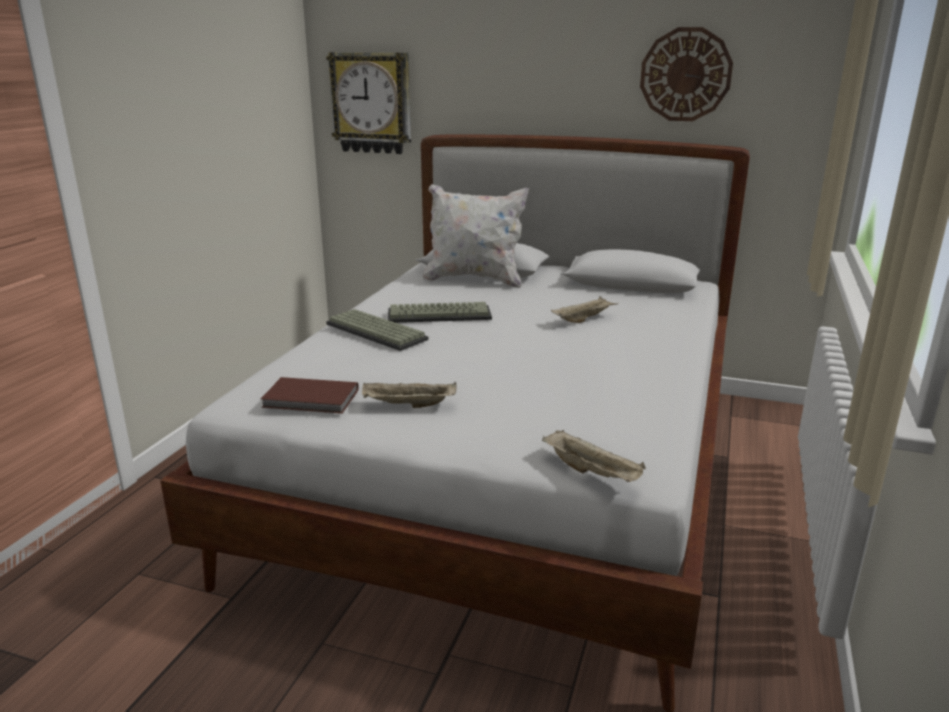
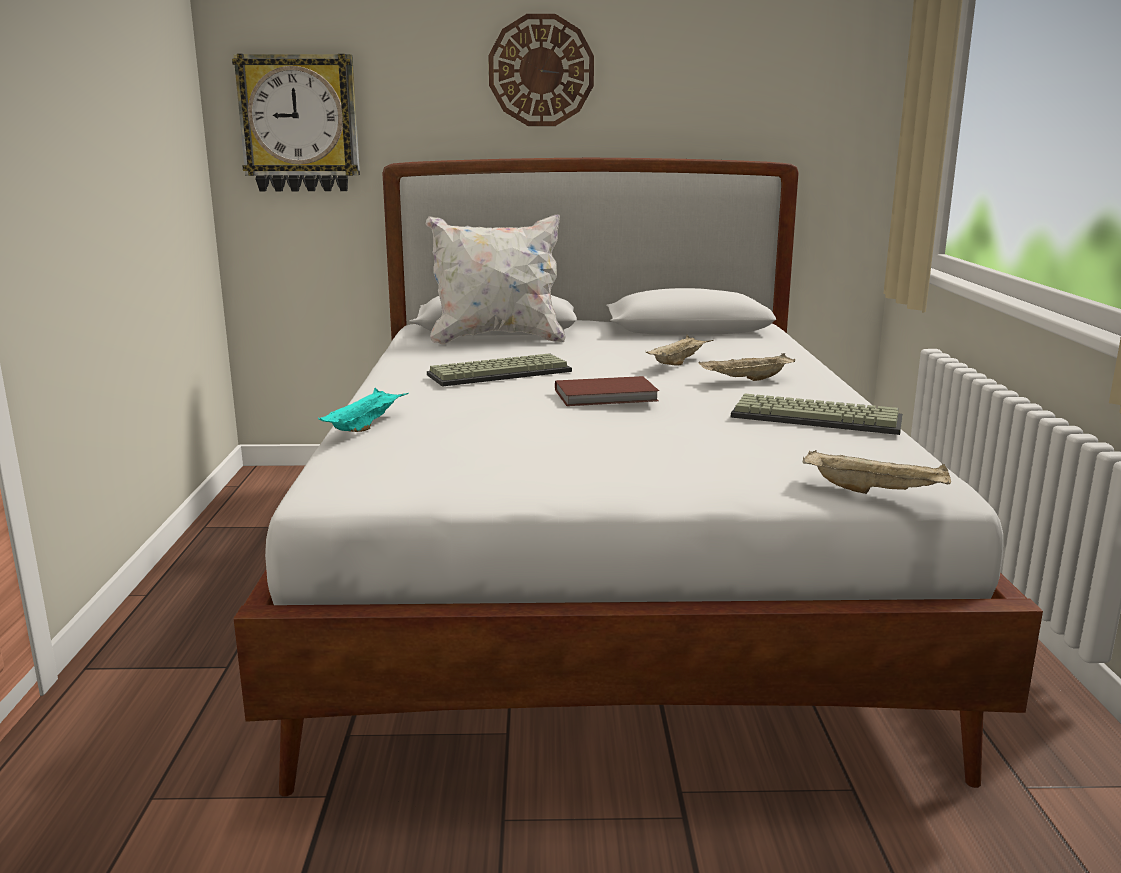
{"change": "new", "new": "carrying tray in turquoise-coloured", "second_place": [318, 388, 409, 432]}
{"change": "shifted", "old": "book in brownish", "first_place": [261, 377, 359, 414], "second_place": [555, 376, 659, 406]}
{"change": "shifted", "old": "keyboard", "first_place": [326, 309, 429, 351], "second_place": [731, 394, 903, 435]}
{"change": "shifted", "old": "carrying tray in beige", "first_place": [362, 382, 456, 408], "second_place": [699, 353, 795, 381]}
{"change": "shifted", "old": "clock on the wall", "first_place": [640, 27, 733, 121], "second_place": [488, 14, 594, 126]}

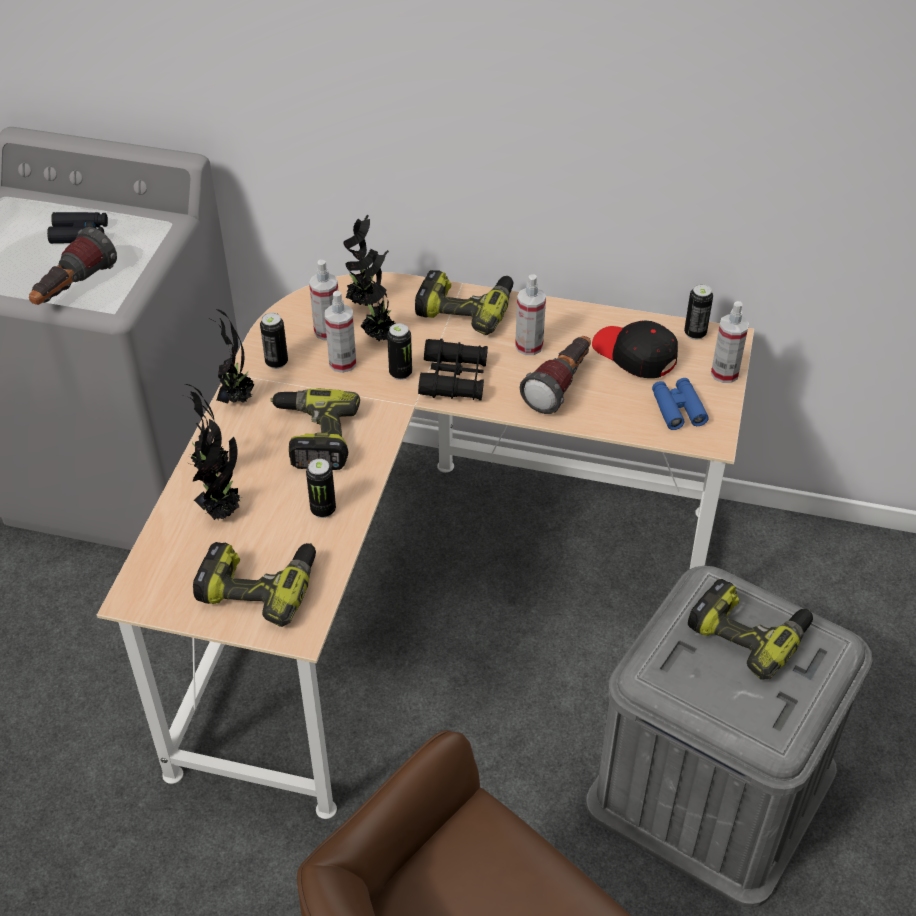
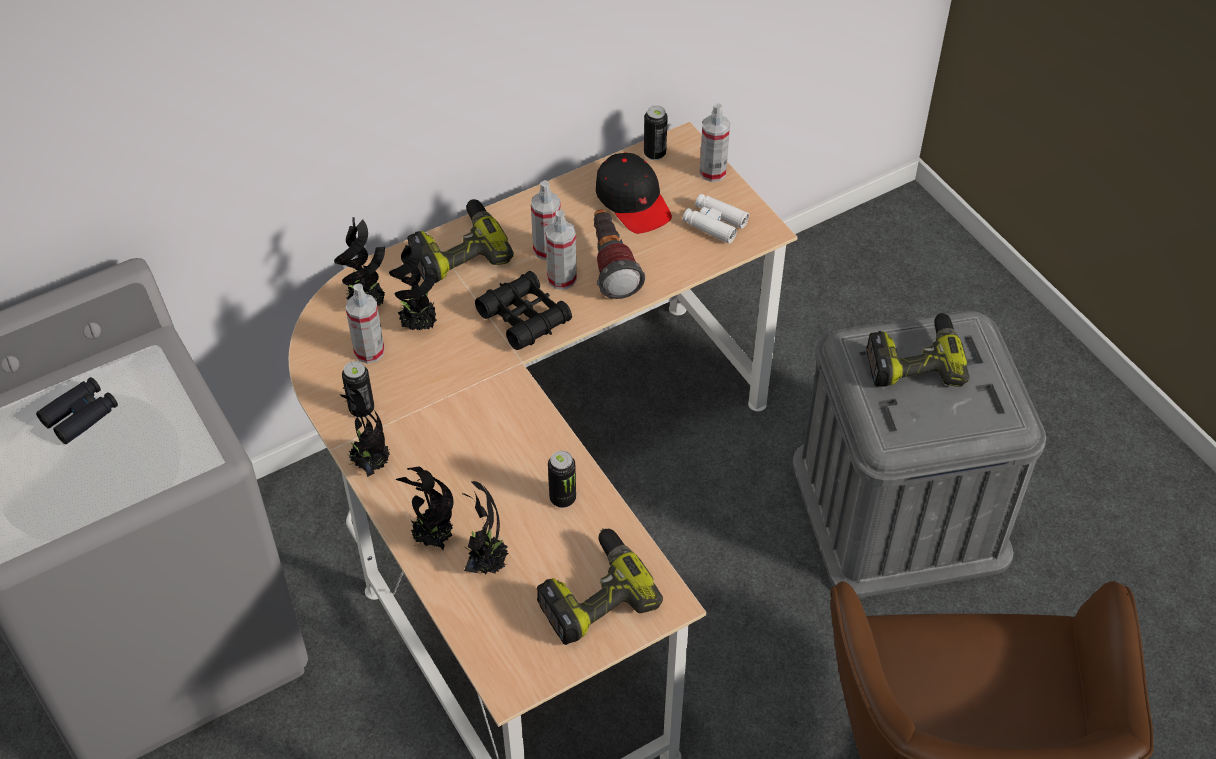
{"change": "gone", "old": "flashlight", "first_place": [29, 227, 117, 305]}
{"change": "gone", "old": "electric drill", "first_place": [270, 389, 360, 470]}
{"change": "gone", "old": "can", "first_place": [387, 323, 412, 380]}
{"change": "shifted", "old": "sprayer", "first_place": [325, 291, 356, 373], "second_place": [545, 210, 577, 290]}
{"change": "repainted", "old": "field glasses in blue", "new": "field glasses in white", "first_place": [652, 378, 709, 430], "second_place": [683, 194, 749, 244]}
{"change": "rotated", "old": "cap in blackish", "first_place": [592, 321, 678, 378], "second_place": [596, 152, 672, 234], "degrees": -120}

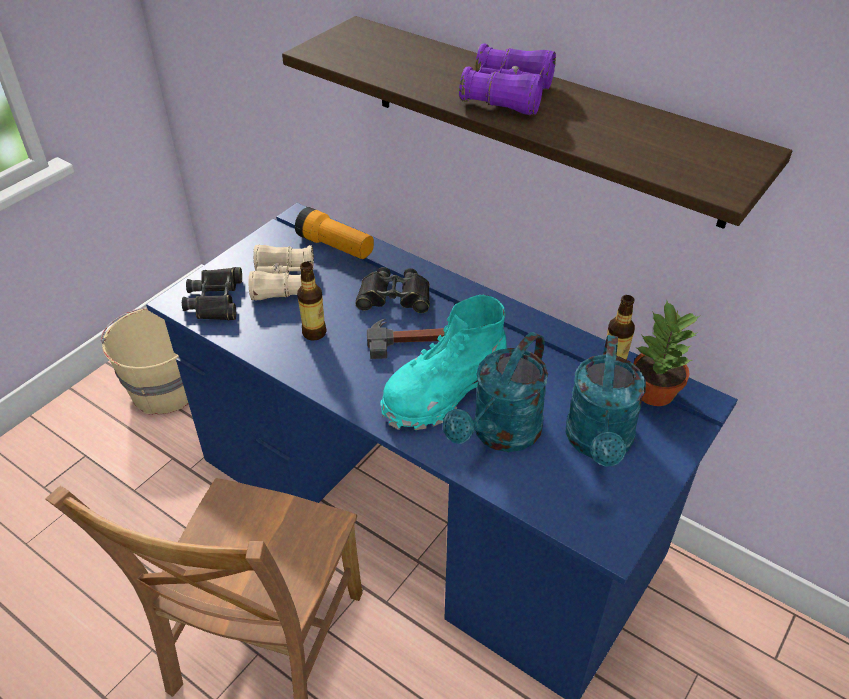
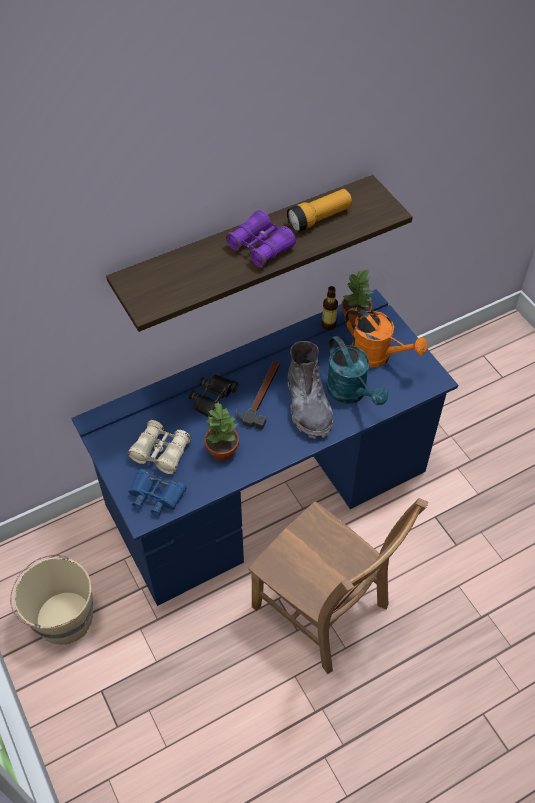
{"change": "shifted", "old": "flashlight", "first_place": [295, 207, 374, 259], "second_place": [287, 189, 352, 232]}
{"change": "swapped", "old": "bottle", "new": "plant in a pot", "first_place": [297, 262, 327, 341], "second_place": [204, 402, 239, 461]}
{"change": "repainted", "old": "field glasses in blackish", "new": "field glasses in blue", "first_place": [182, 267, 242, 320], "second_place": [128, 469, 187, 516]}
{"change": "repainted", "old": "boot in turquoise-coloured", "new": "boot in grey", "first_place": [380, 295, 507, 430], "second_place": [288, 341, 333, 439]}
{"change": "repainted", "old": "watering pot in turquoise-coloured", "new": "watering pot in orange", "first_place": [565, 335, 646, 467], "second_place": [345, 307, 428, 368]}

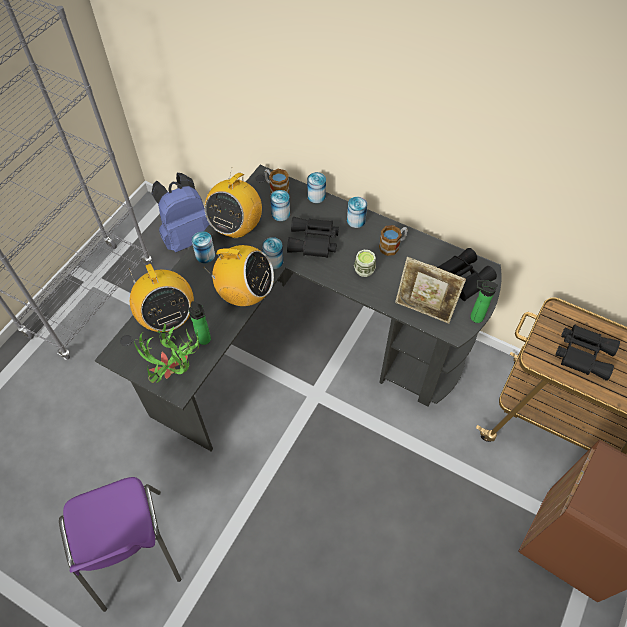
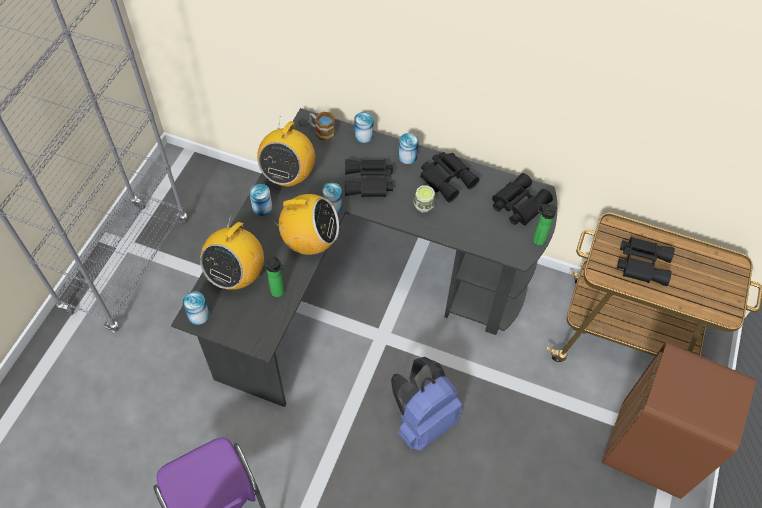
{"change": "gone", "old": "plant in a pot", "first_place": [134, 324, 199, 383]}
{"change": "gone", "old": "picture frame", "first_place": [395, 257, 466, 323]}
{"change": "shifted", "old": "backpack in blue", "first_place": [152, 173, 209, 252], "second_place": [391, 357, 463, 451]}
{"change": "shifted", "old": "can", "first_place": [270, 190, 290, 221], "second_place": [182, 291, 210, 325]}
{"change": "swapped", "old": "coffee mug", "new": "field glasses in blackish", "first_place": [379, 225, 408, 256], "second_place": [420, 152, 480, 202]}
{"change": "rotated", "old": "radio set", "first_place": [129, 264, 194, 332], "second_place": [200, 213, 264, 290], "degrees": 60}

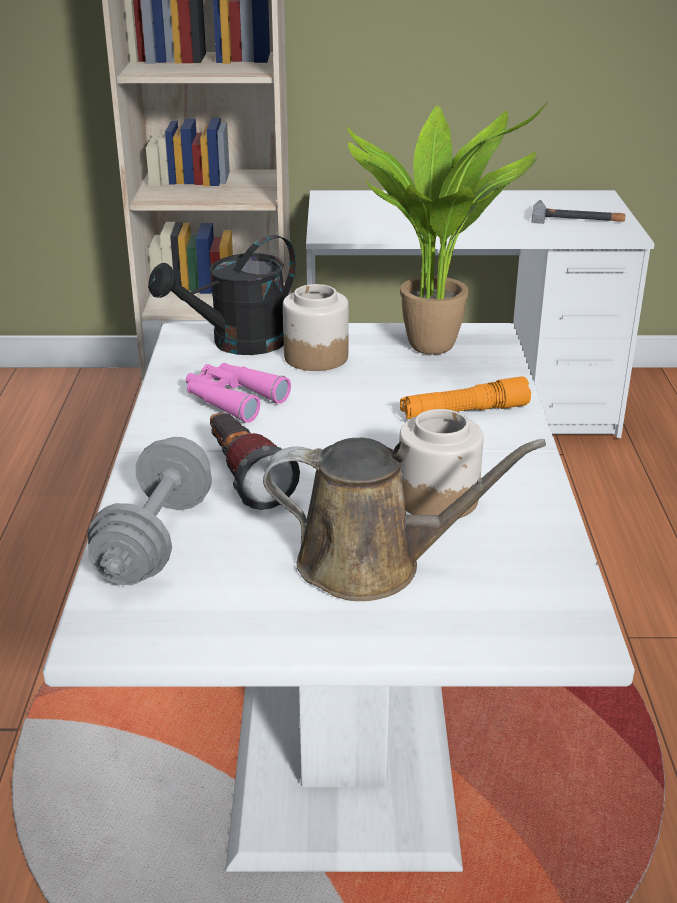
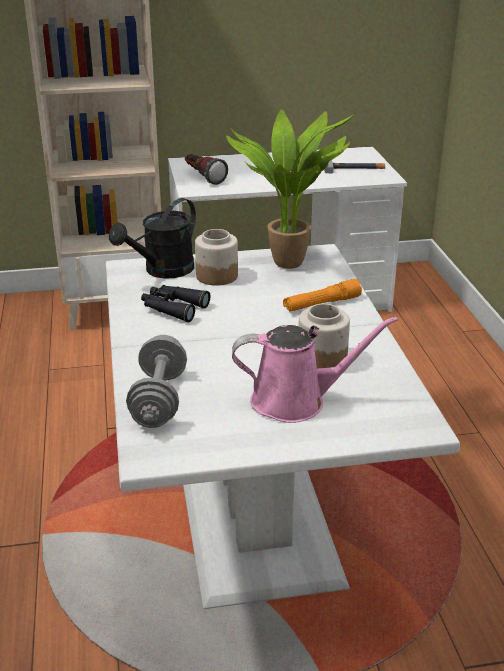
{"change": "shifted", "old": "flashlight", "first_place": [210, 413, 300, 510], "second_place": [185, 154, 228, 185]}
{"change": "repainted", "old": "field glasses in pinkish", "new": "field glasses in blackish", "first_place": [186, 363, 291, 423], "second_place": [141, 285, 210, 322]}
{"change": "repainted", "old": "watering pot in brownish", "new": "watering pot in pinkish", "first_place": [263, 438, 546, 601], "second_place": [232, 317, 398, 423]}

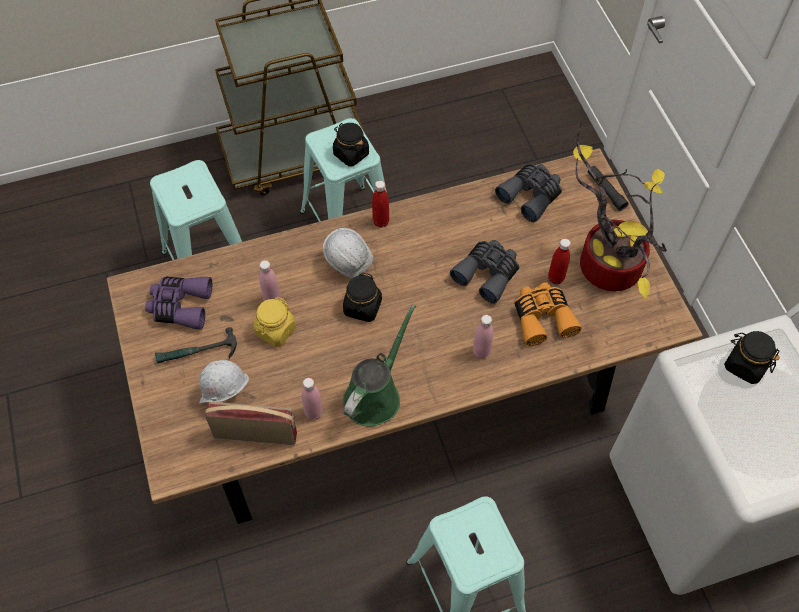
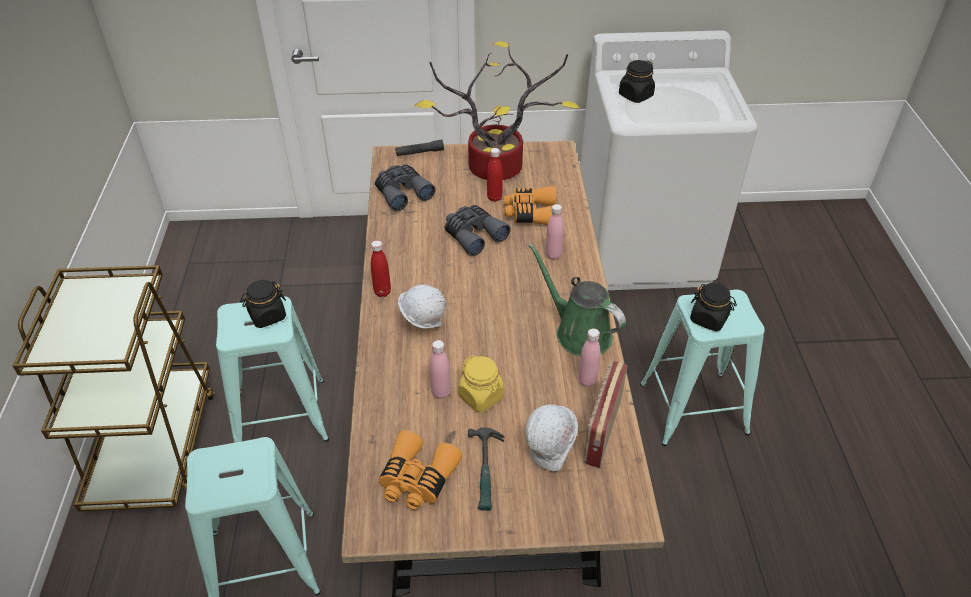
{"change": "shifted", "old": "storage jar in blackish", "first_place": [343, 273, 382, 322], "second_place": [690, 283, 737, 331]}
{"change": "repainted", "old": "field glasses in purplish", "new": "field glasses in orange", "first_place": [145, 277, 212, 330], "second_place": [378, 430, 462, 510]}

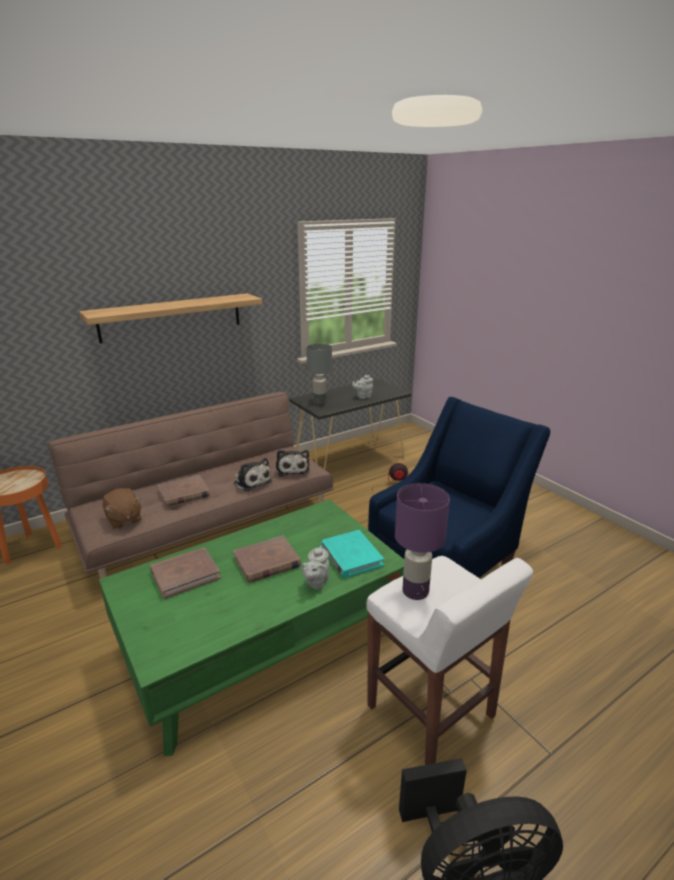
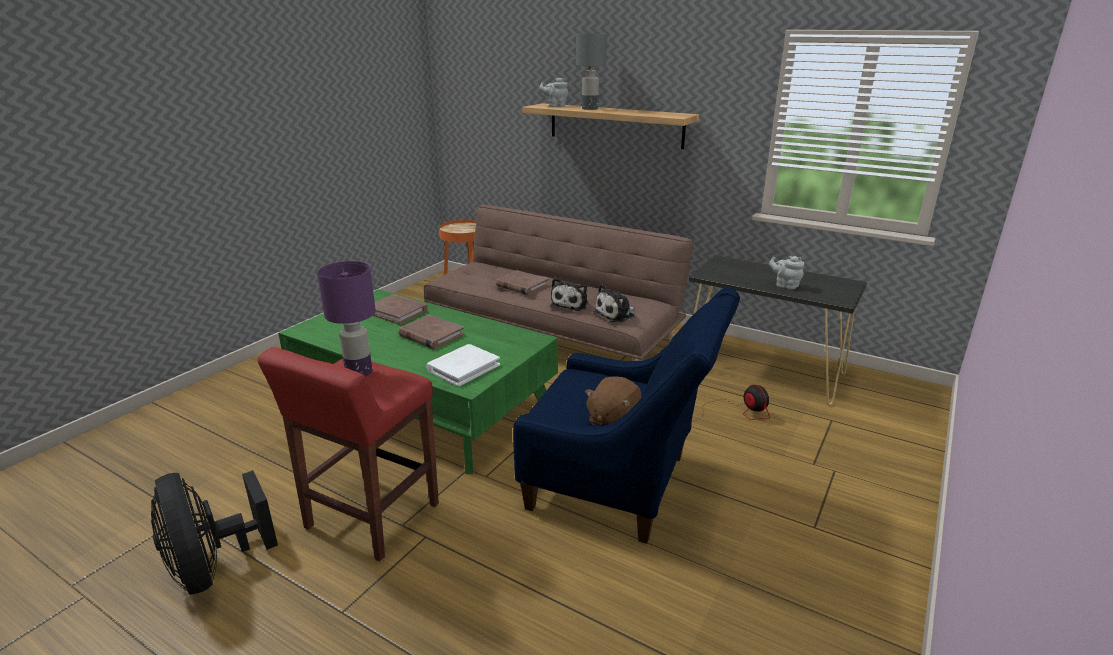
{"change": "shifted", "old": "soft toy in brownish", "first_place": [103, 488, 142, 529], "second_place": [585, 376, 641, 426]}
{"change": "shifted", "old": "pot for tea in grey", "first_place": [301, 546, 330, 590], "second_place": [540, 77, 569, 107]}
{"change": "shifted", "old": "tabletop lamp in grey", "first_place": [306, 344, 332, 405], "second_place": [576, 33, 607, 110]}
{"change": "repainted", "old": "book in turquoise-coloured", "new": "book in white", "first_place": [321, 530, 384, 578], "second_place": [426, 344, 500, 387]}
{"change": "repainted", "old": "sitting stool in white", "new": "sitting stool in reddish", "first_place": [366, 556, 533, 765], "second_place": [258, 347, 439, 562]}

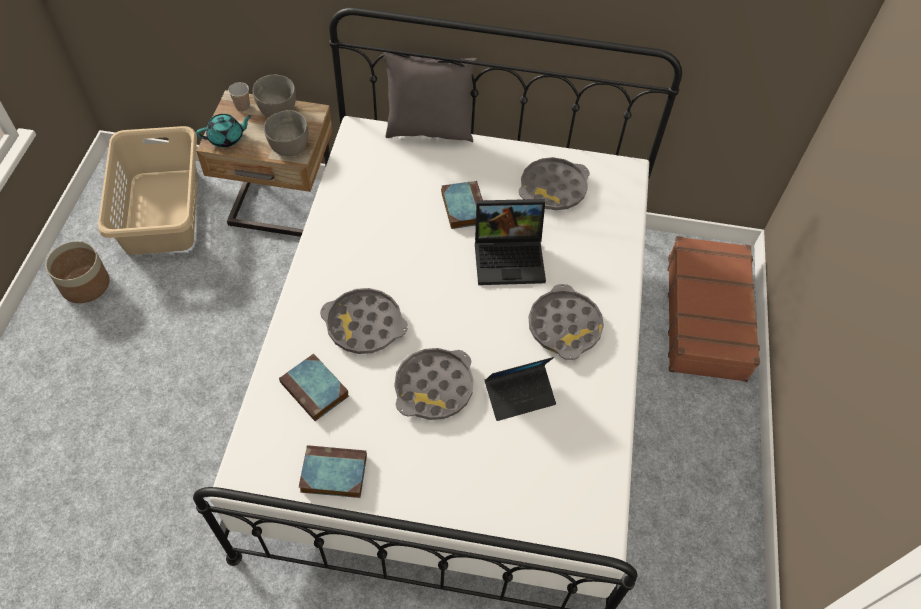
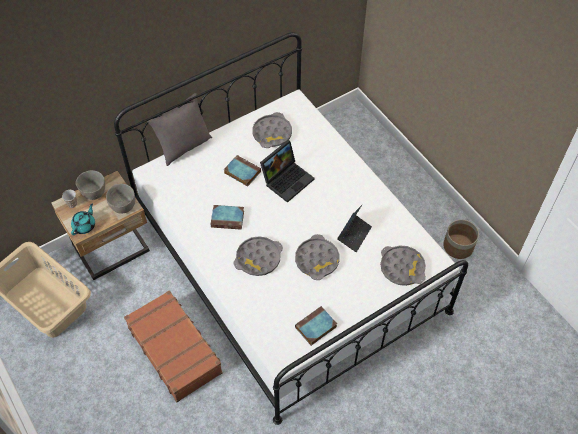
{"change": "shifted", "old": "planter", "first_place": [46, 241, 109, 303], "second_place": [443, 220, 479, 259]}
{"change": "shifted", "old": "book", "first_place": [279, 354, 349, 421], "second_place": [210, 205, 244, 230]}
{"change": "shifted", "old": "carrying tray in grey", "first_place": [528, 284, 604, 360], "second_place": [380, 245, 426, 286]}
{"change": "shifted", "old": "suitcase in brownish", "first_place": [668, 236, 760, 382], "second_place": [124, 290, 222, 402]}

